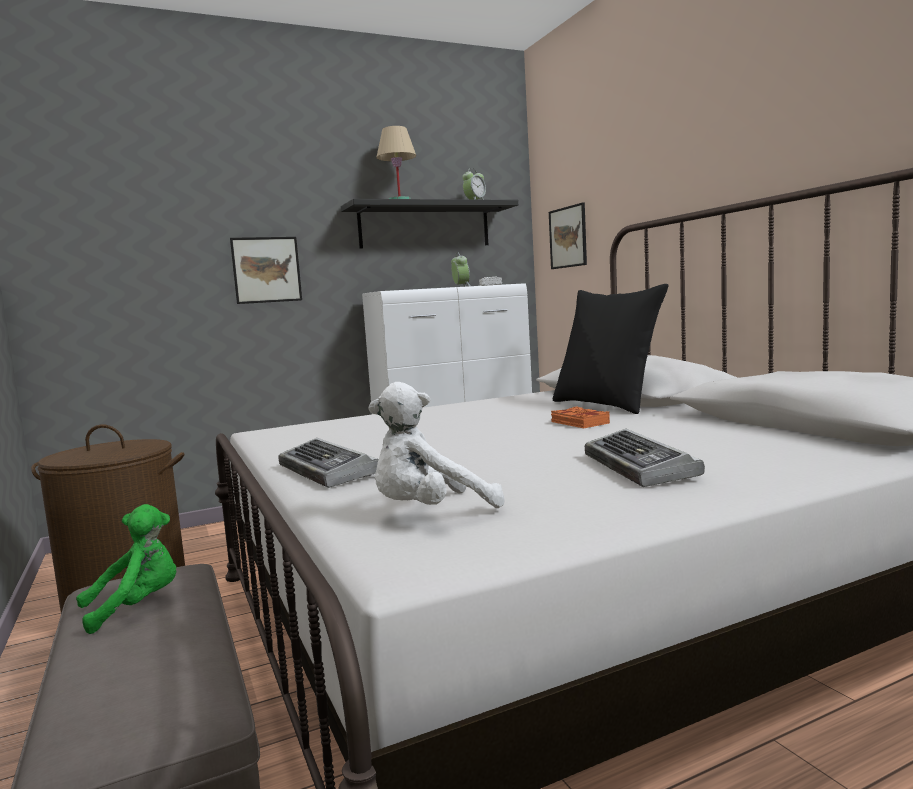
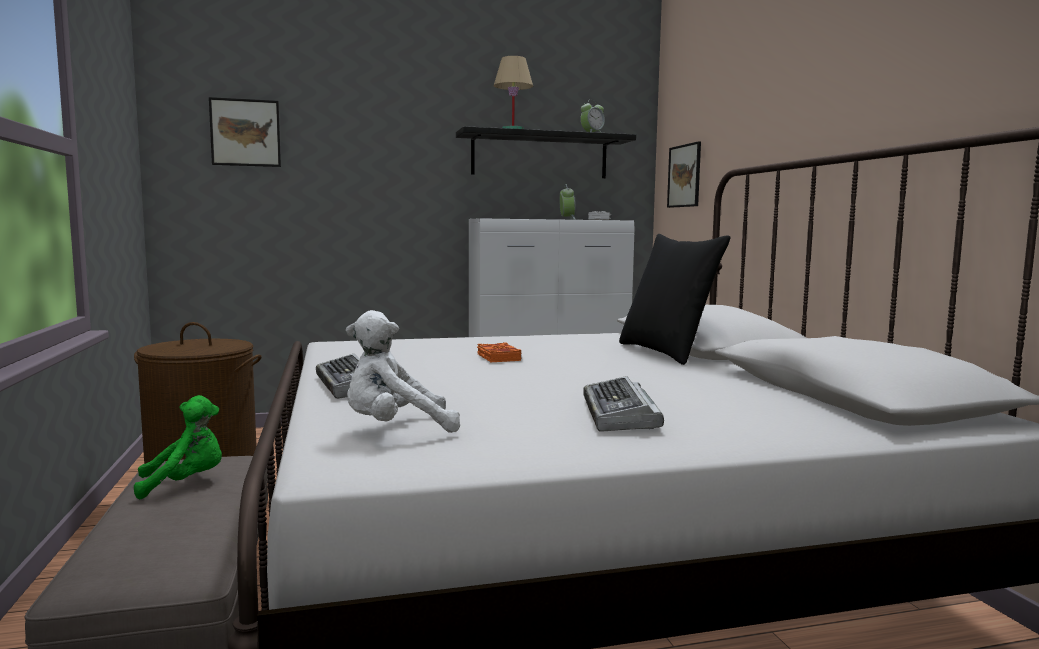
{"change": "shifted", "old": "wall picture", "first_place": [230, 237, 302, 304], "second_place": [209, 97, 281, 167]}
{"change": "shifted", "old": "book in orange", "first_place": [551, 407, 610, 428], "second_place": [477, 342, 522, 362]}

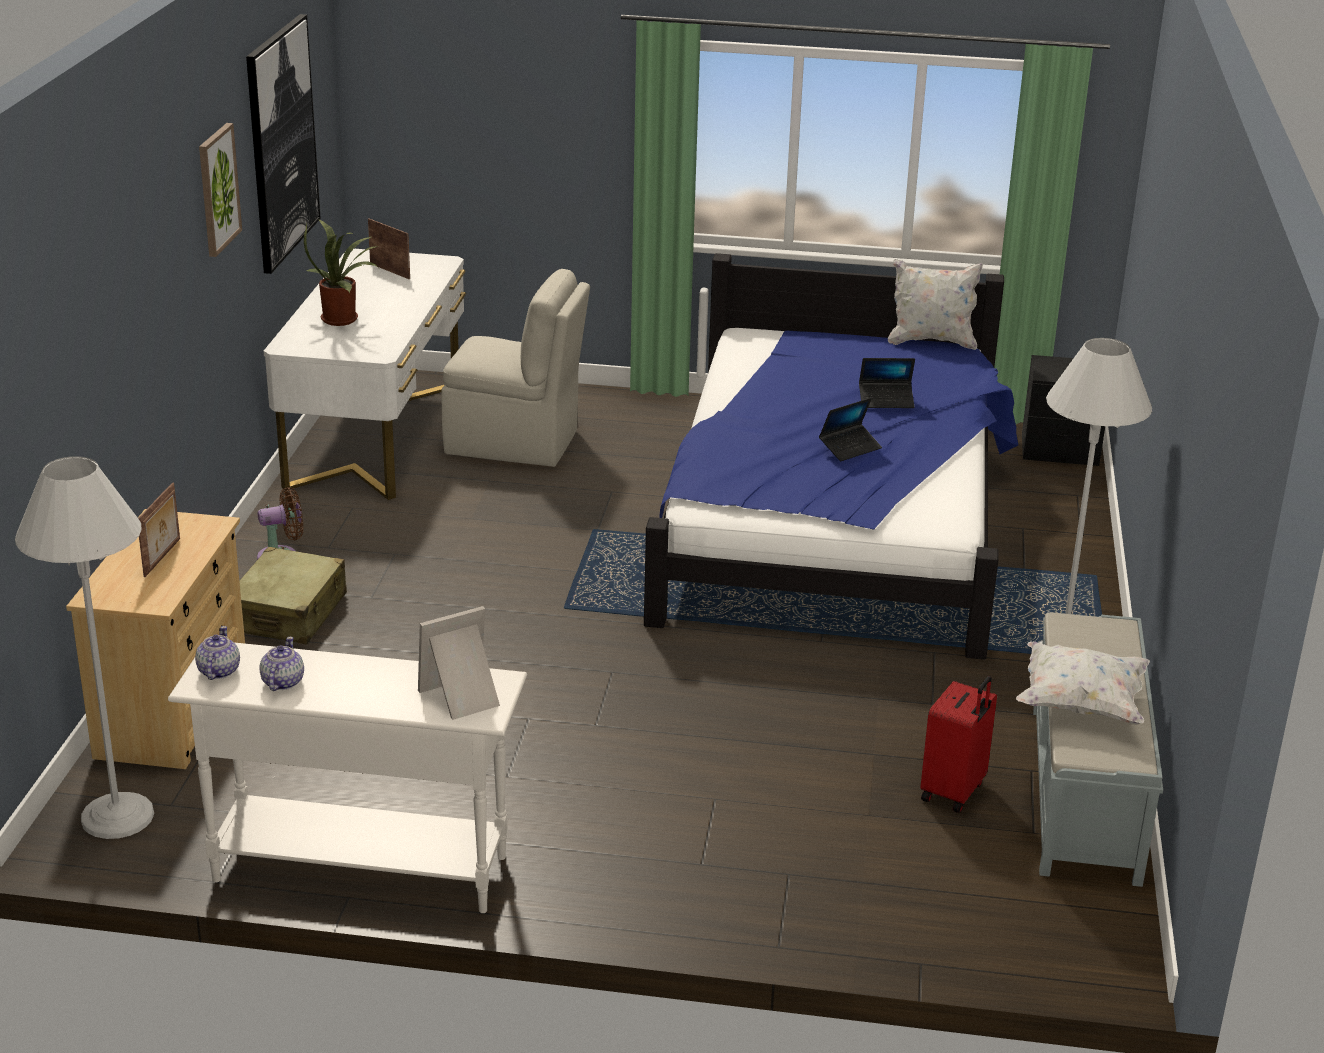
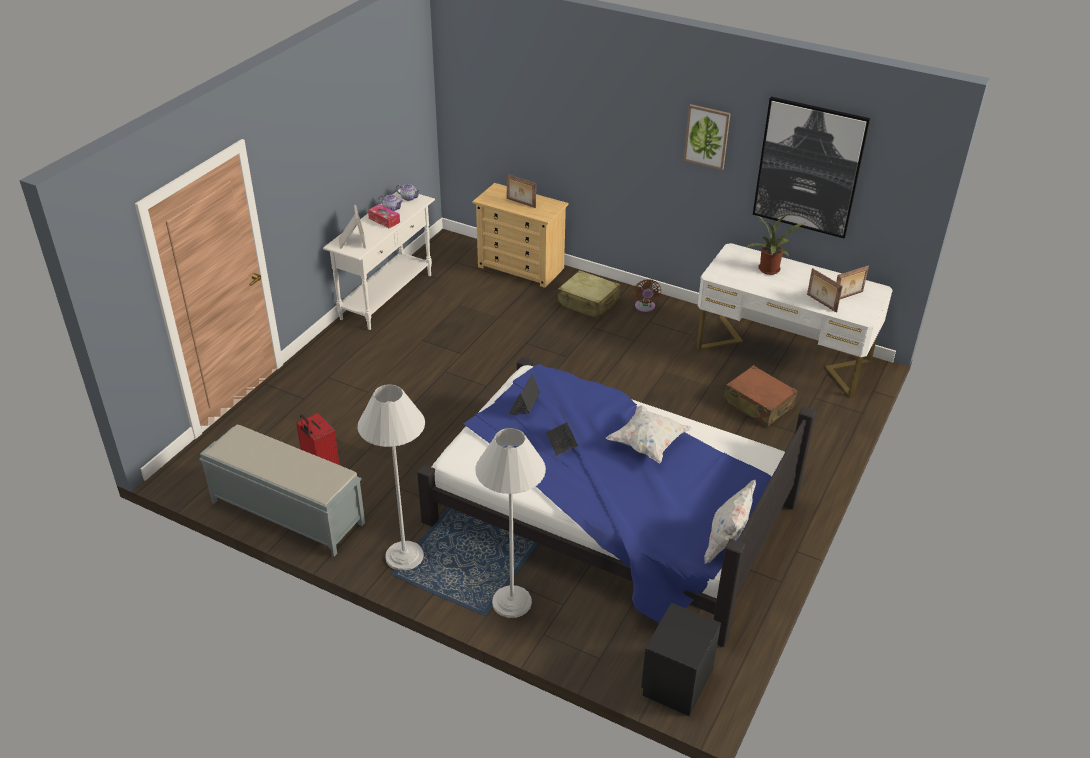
{"change": "new", "new": "box of tissues", "second_place": [368, 204, 400, 228]}
{"change": "new", "new": "picture frame", "second_place": [807, 268, 843, 313]}
{"change": "shifted", "old": "floor lamp in white", "first_place": [15, 456, 154, 839], "second_place": [475, 428, 546, 618]}
{"change": "shifted", "old": "laptop", "first_place": [859, 358, 915, 408], "second_place": [509, 374, 540, 415]}
{"change": "shifted", "old": "pillow in white", "first_place": [1016, 641, 1150, 725], "second_place": [606, 405, 692, 463]}
{"change": "swapped", "old": "upright chair in beige", "new": "suitcase in brownish", "first_place": [441, 269, 590, 467], "second_place": [724, 365, 797, 427]}

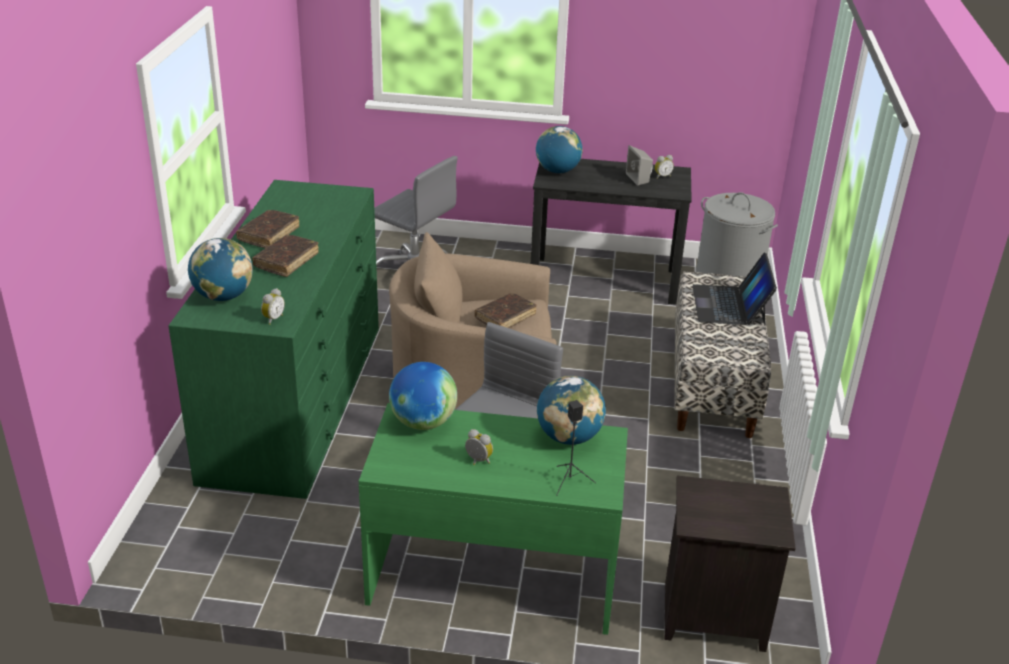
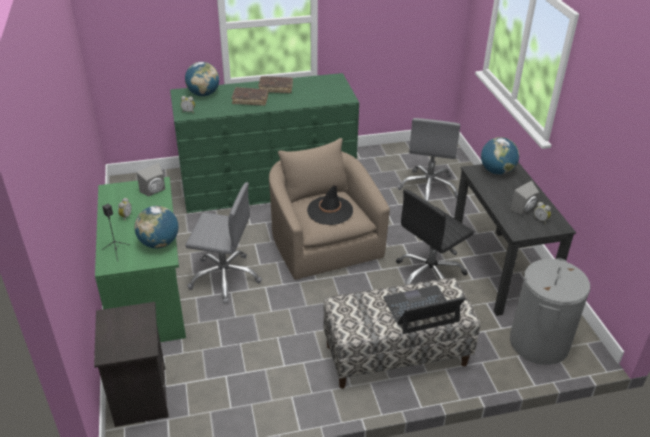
{"change": "new", "new": "desk chair in blackish", "second_place": [396, 189, 474, 285]}
{"change": "swapped", "old": "desk globe", "new": "audio speaker in grey", "first_place": [389, 362, 457, 430], "second_place": [136, 163, 165, 196]}
{"change": "swapped", "old": "book in brownish", "new": "clothing hat in blackish", "first_place": [475, 293, 537, 328], "second_place": [307, 185, 353, 225]}

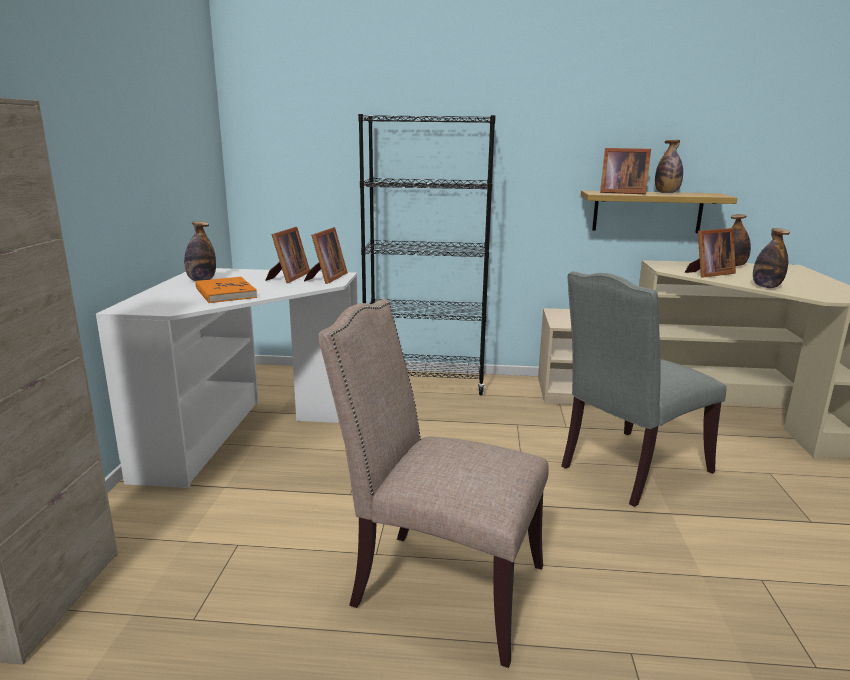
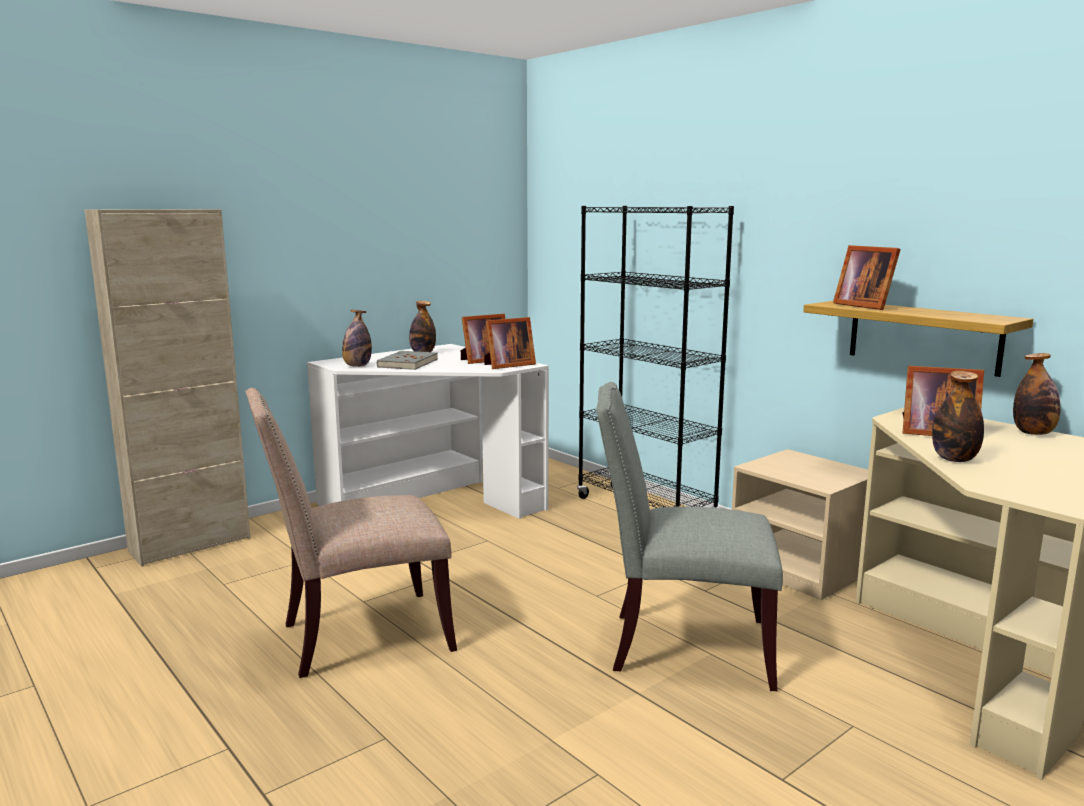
{"change": "shifted", "old": "bottle", "first_place": [655, 140, 683, 193], "second_place": [342, 310, 372, 367]}
{"change": "repainted", "old": "book in orange", "new": "book in grey", "first_place": [195, 277, 257, 303], "second_place": [377, 351, 438, 370]}
{"change": "rotated", "old": "upright chair in beige", "first_place": [319, 299, 549, 668], "second_place": [245, 388, 457, 678], "degrees": -90}

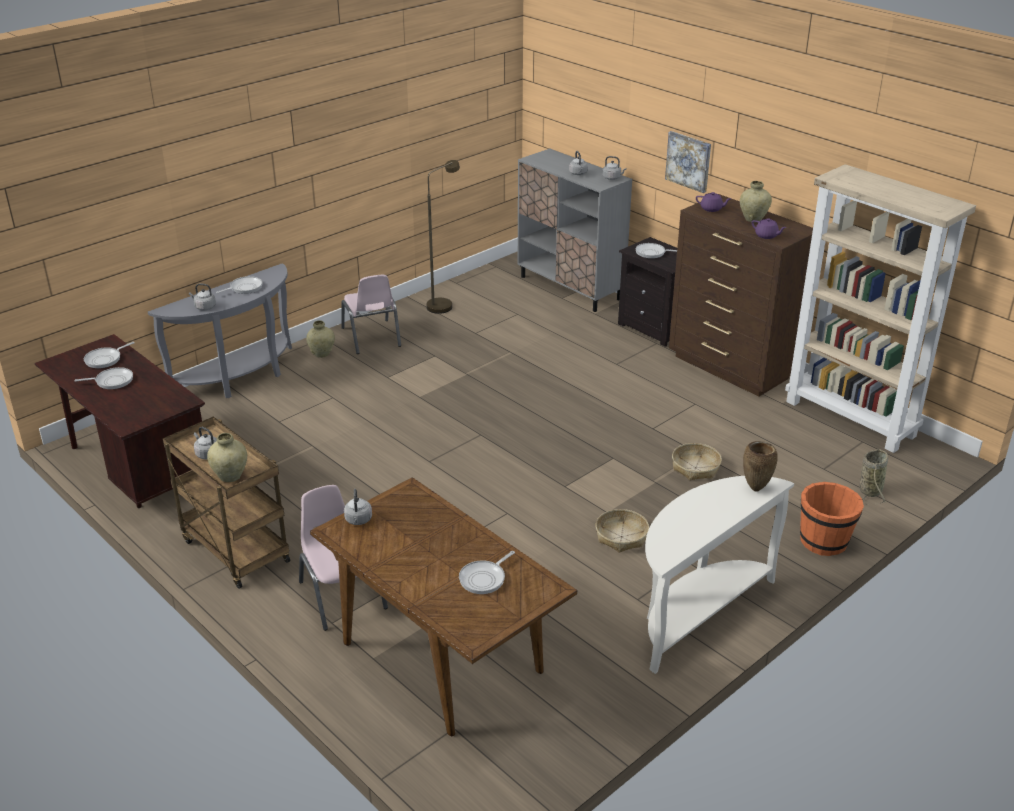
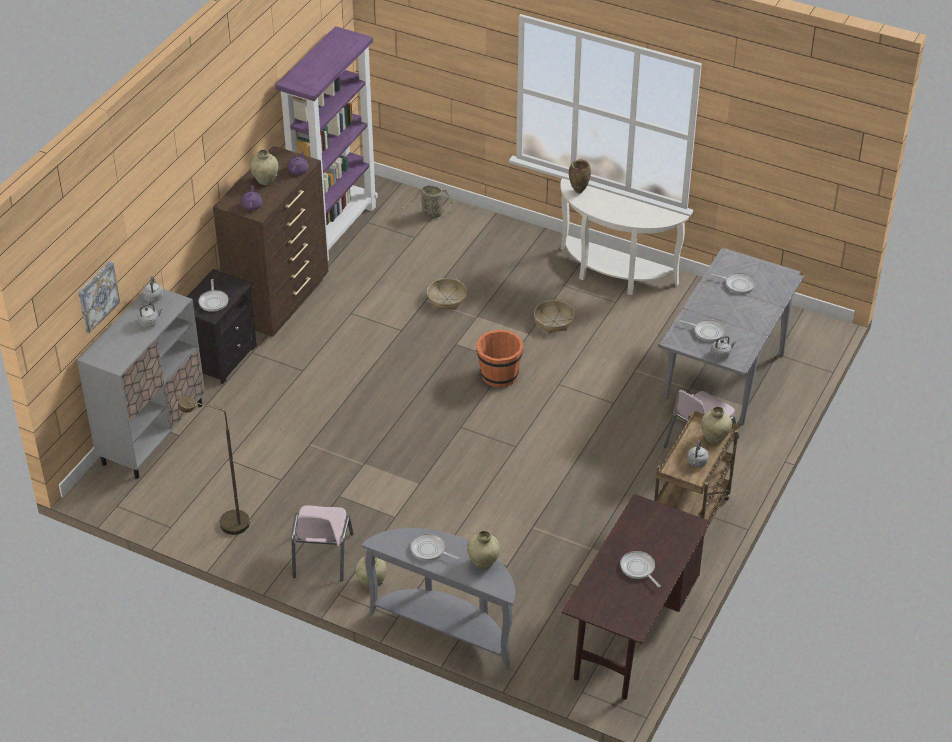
{"change": "shifted", "old": "frying pan", "first_place": [84, 342, 135, 368], "second_place": [679, 319, 725, 342]}
{"change": "shifted", "old": "wall picture", "first_place": [665, 131, 711, 193], "second_place": [78, 261, 120, 333]}
{"change": "shifted", "old": "water bucket in orange", "first_place": [800, 482, 864, 556], "second_place": [476, 330, 523, 388]}
{"change": "swapped", "old": "tea kettle in grey", "new": "decorative vase in beige", "first_place": [189, 284, 216, 310], "second_place": [467, 531, 500, 569]}
{"change": "repainted", "old": "dinner table in brownish", "new": "dinner table in grey", "first_place": [310, 477, 577, 737], "second_place": [658, 248, 805, 425]}
{"change": "repainted", "old": "shelving unit in beige", "new": "shelving unit in purplish", "first_place": [785, 164, 976, 453], "second_place": [275, 26, 378, 261]}
{"change": "rotated", "old": "upright chair in pinkish", "first_place": [341, 275, 401, 354], "second_place": [291, 505, 354, 581], "degrees": 135}

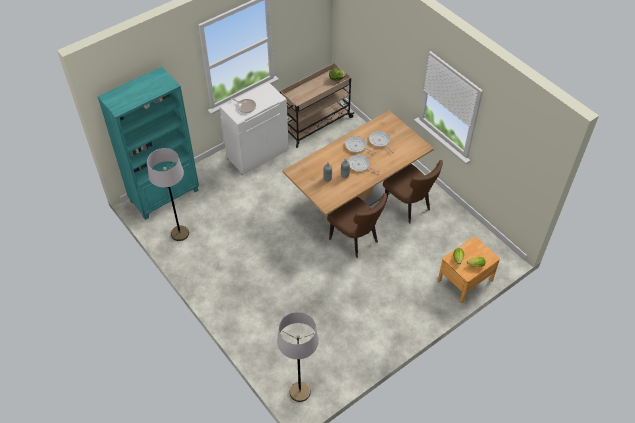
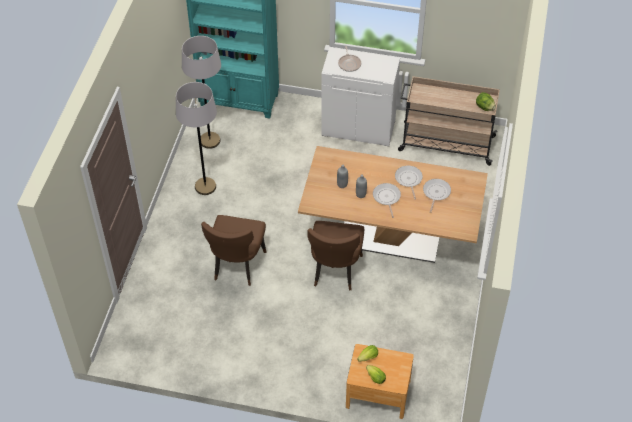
{"change": "shifted", "old": "floor lamp in grey", "first_place": [277, 312, 319, 402], "second_place": [176, 82, 217, 195]}
{"change": "shifted", "old": "upright chair in brownish", "first_place": [383, 160, 443, 223], "second_place": [201, 215, 267, 286]}

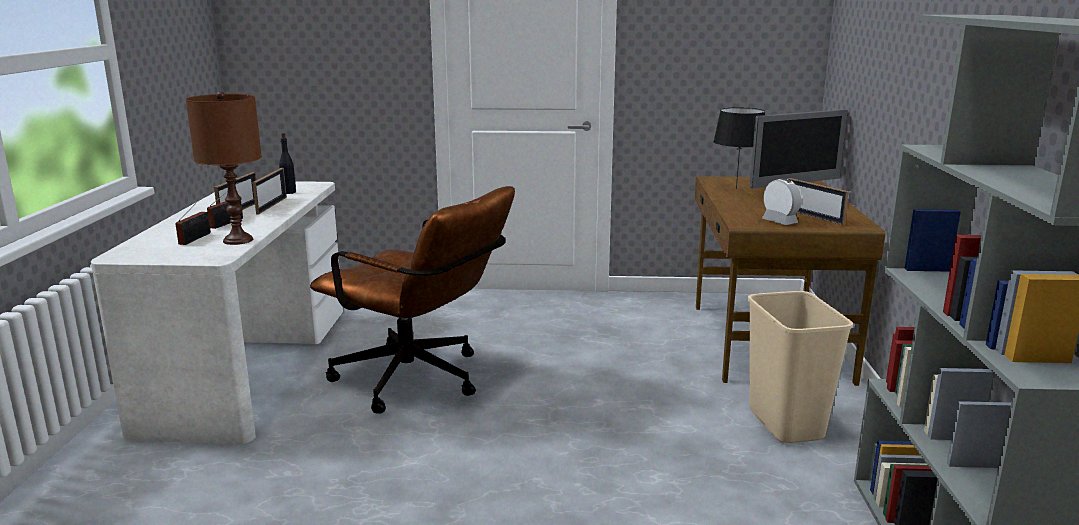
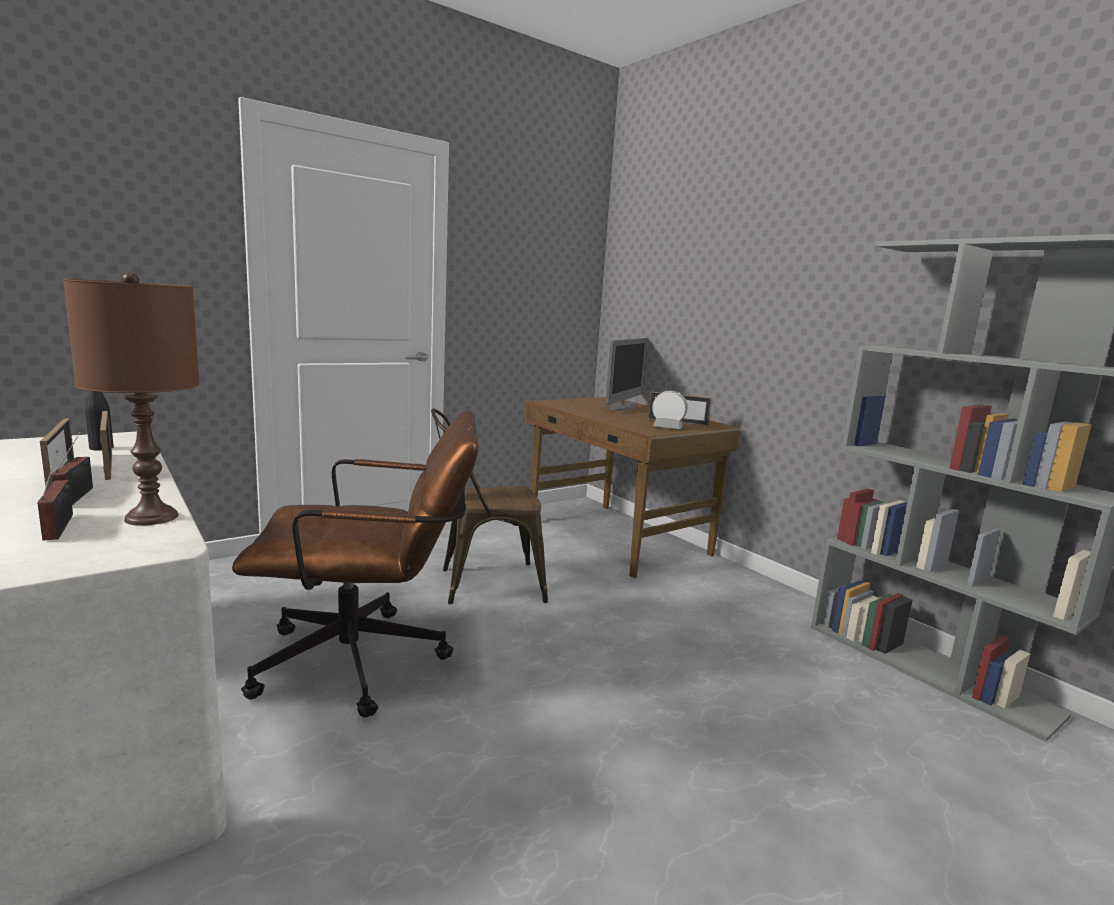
{"change": "gone", "old": "tabletop lamp in blackish", "first_place": [713, 107, 765, 189]}
{"change": "gone", "old": "trash can in beige", "first_place": [748, 291, 853, 443]}
{"change": "new", "new": "upright chair in brownish", "second_place": [431, 408, 548, 604]}

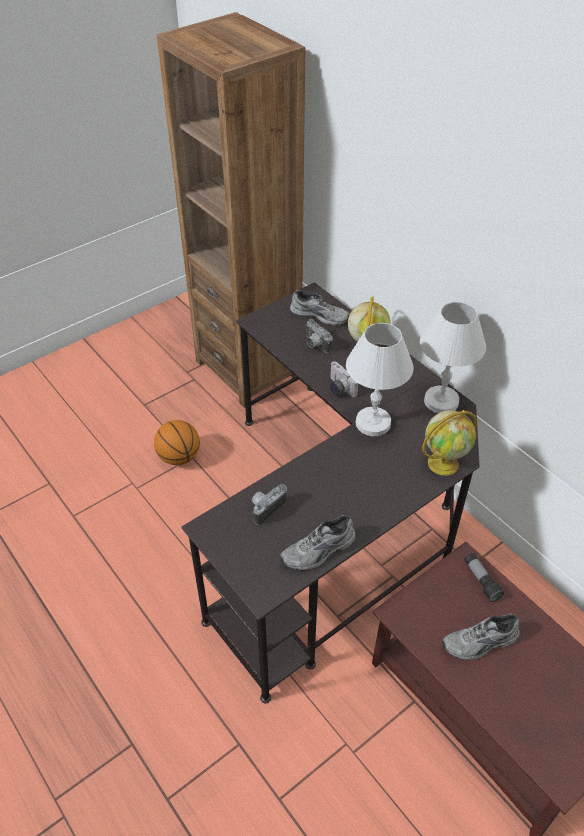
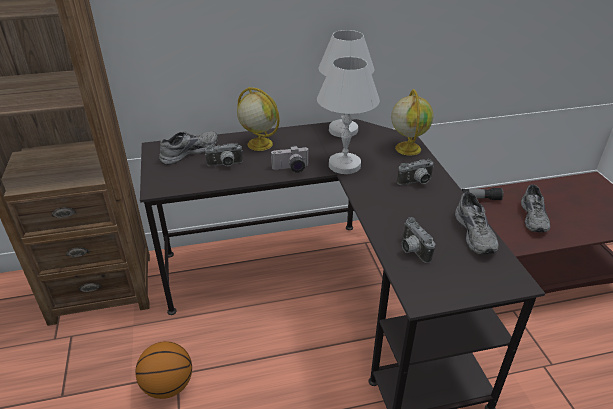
{"change": "new", "new": "still camera", "second_place": [397, 159, 434, 185]}

